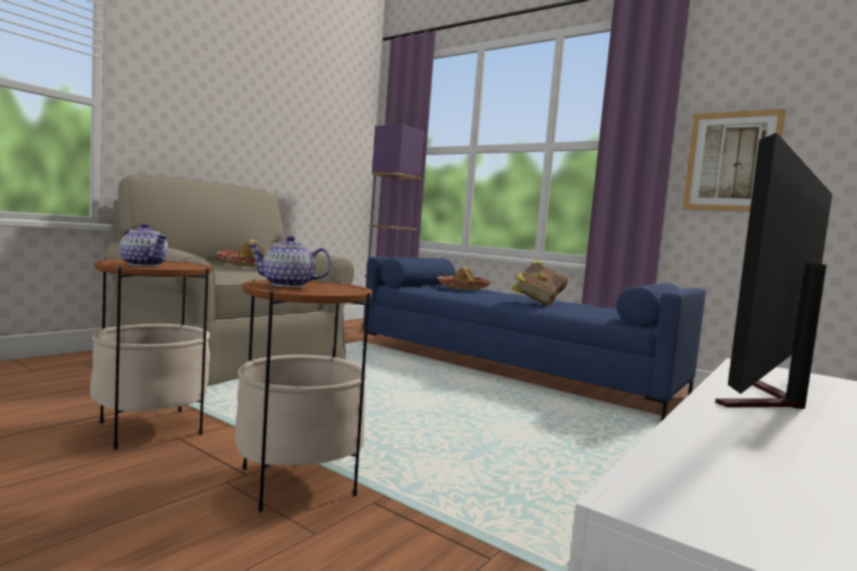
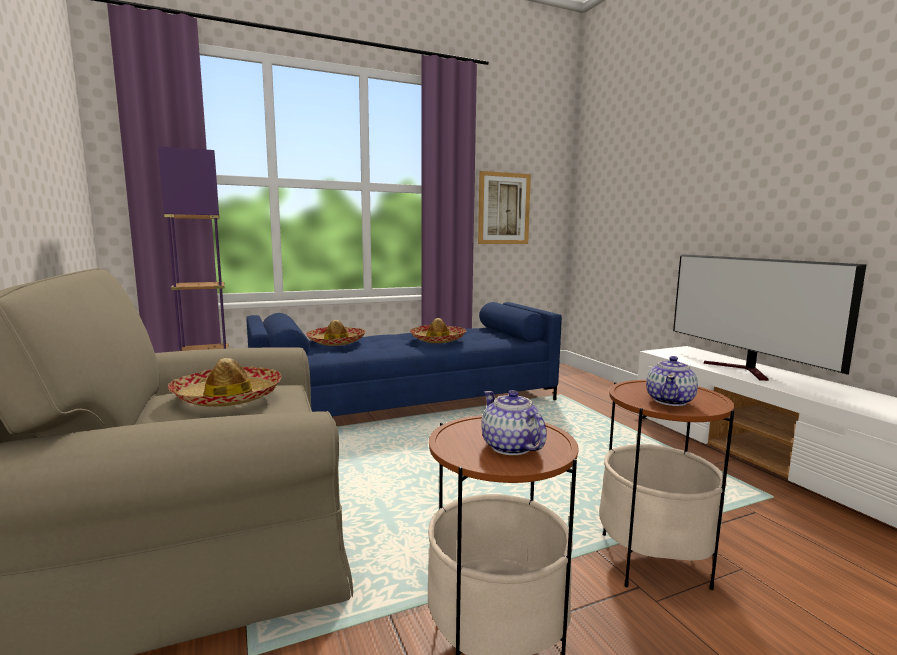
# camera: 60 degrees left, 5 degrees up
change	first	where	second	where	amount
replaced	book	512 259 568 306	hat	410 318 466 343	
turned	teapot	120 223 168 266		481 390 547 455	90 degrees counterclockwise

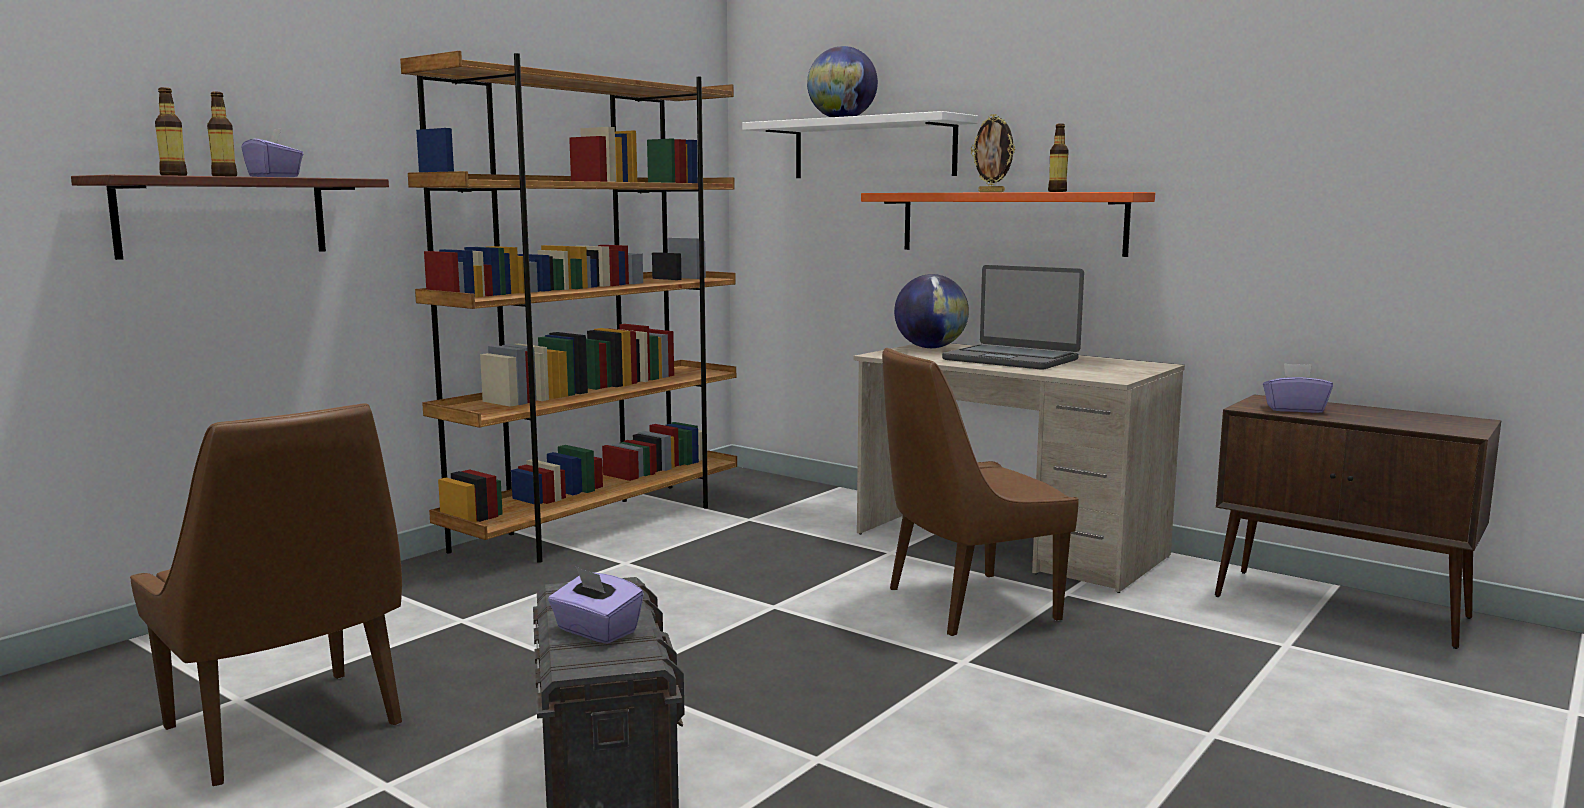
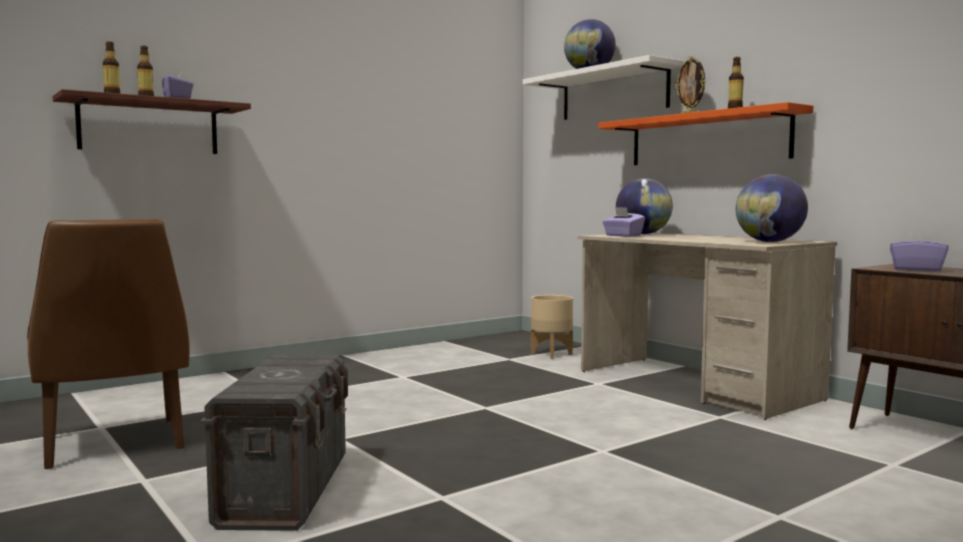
# camera: 15 degrees right, 5 degrees down
change	first	where	second	where	amount
removed	brown bookcase	400 51 737 563			
removed	brown chair	882 347 1079 636			
removed	laptop	942 265 1084 370			
added			beige planter	531 295 573 359	
added			globe	736 174 808 242	
moved	purple tissue box	548 567 644 644		602 207 645 237	

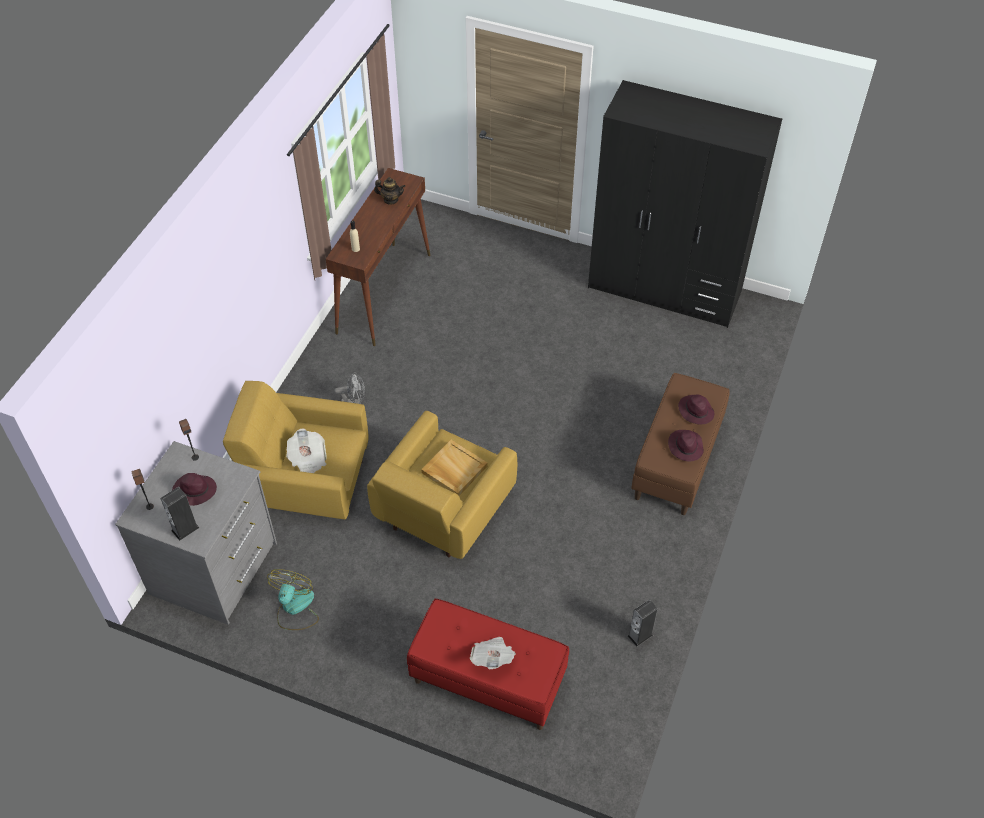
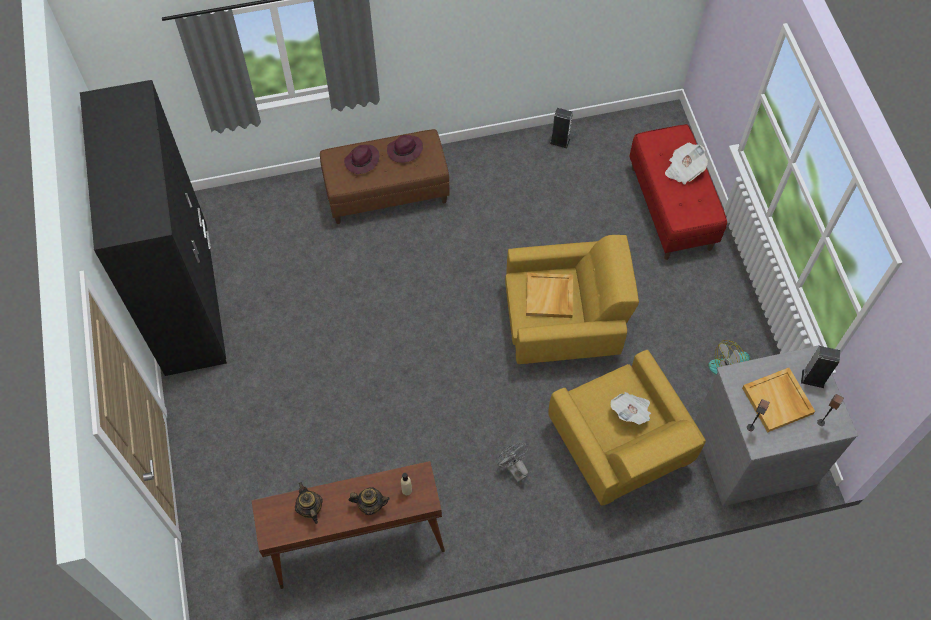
# camera: 125 degrees left, 10 degrees up
change	first	where	second	where	amount
added			teapot	349 487 390 515	
replaced	purple hat	172 473 217 506	beige tray	742 368 815 433	

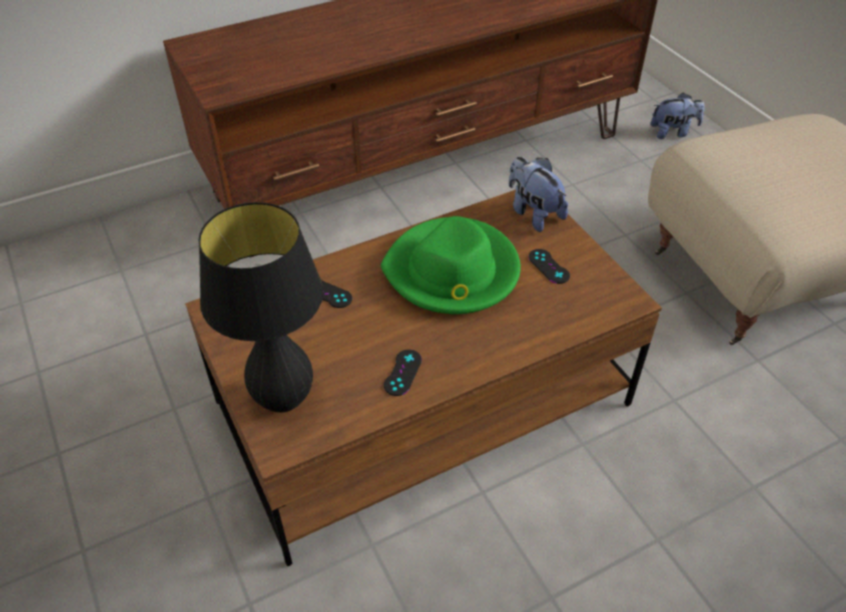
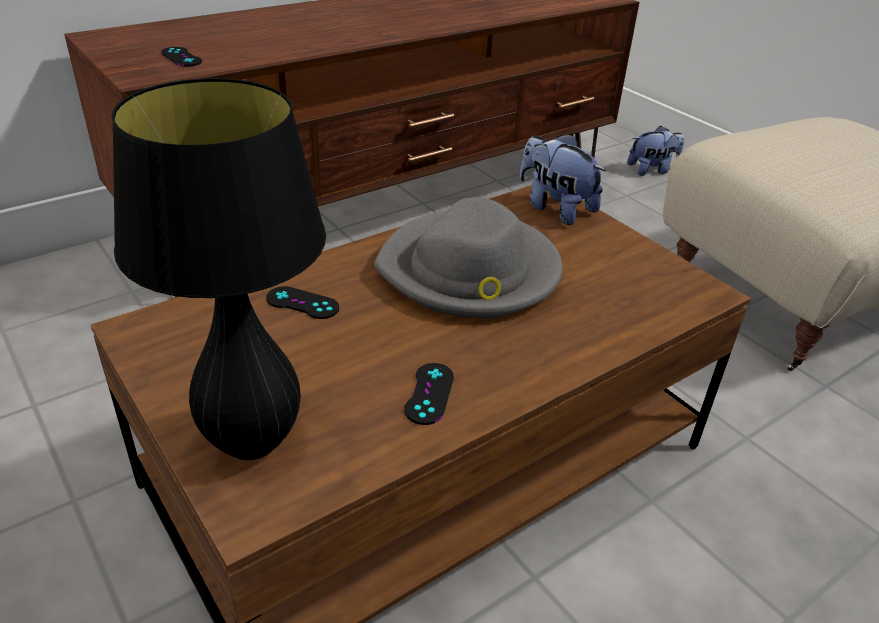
# camera: 10 degrees left, 10 degrees down
change	first	where	second	where	amount
moved	black game controller	528 249 570 284		161 47 202 67	
recoloured	green hat	381 216 521 314	grey hat	374 197 563 318	

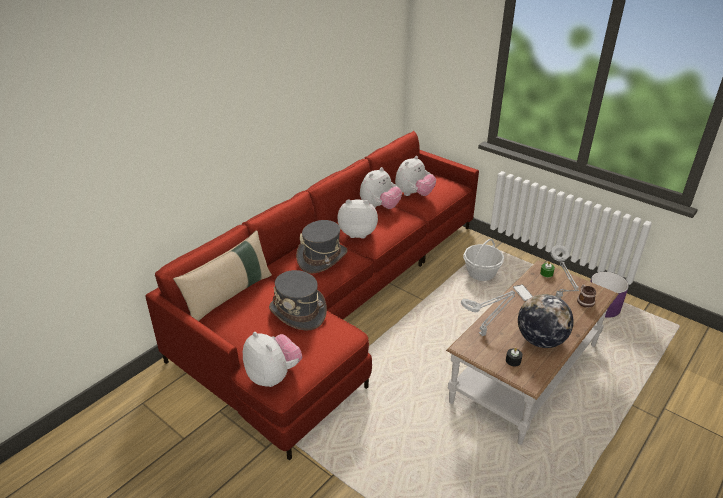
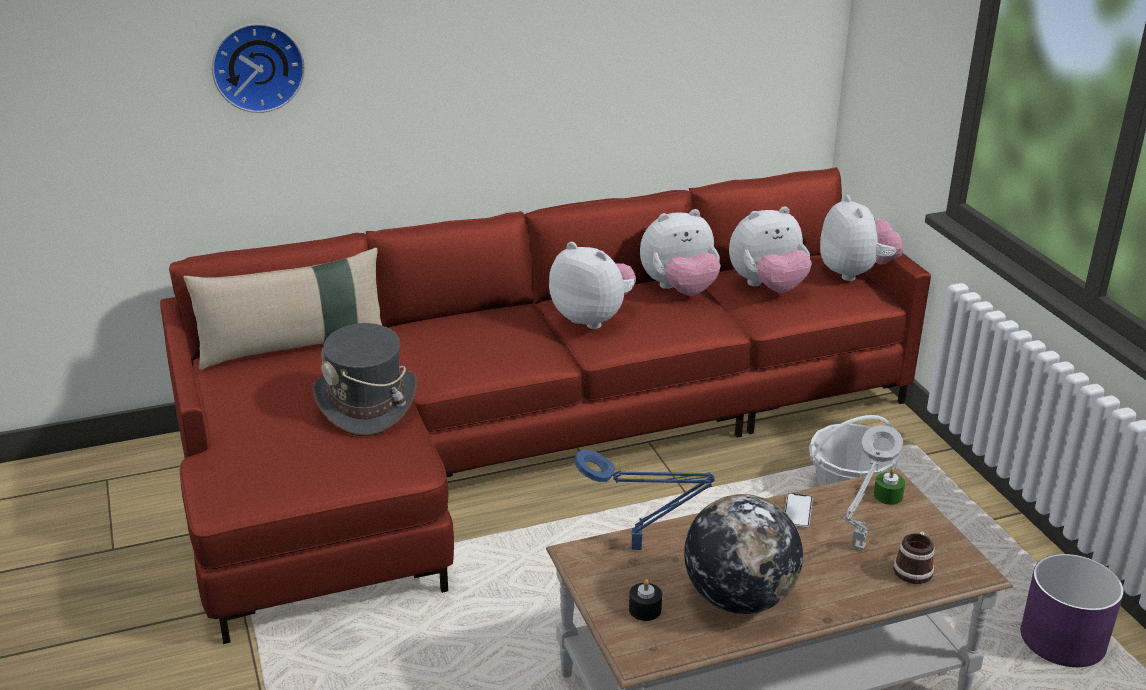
# camera: 30 degrees right, 5 degrees down
change	first	where	second	where	amount
removed	grey hat	296 220 348 273			
added			wall clock	212 23 305 113	
moved	plush toy	243 332 302 387		820 195 903 281	
recoloured	grey table lamp	461 291 515 336	blue table lamp	574 450 715 550	

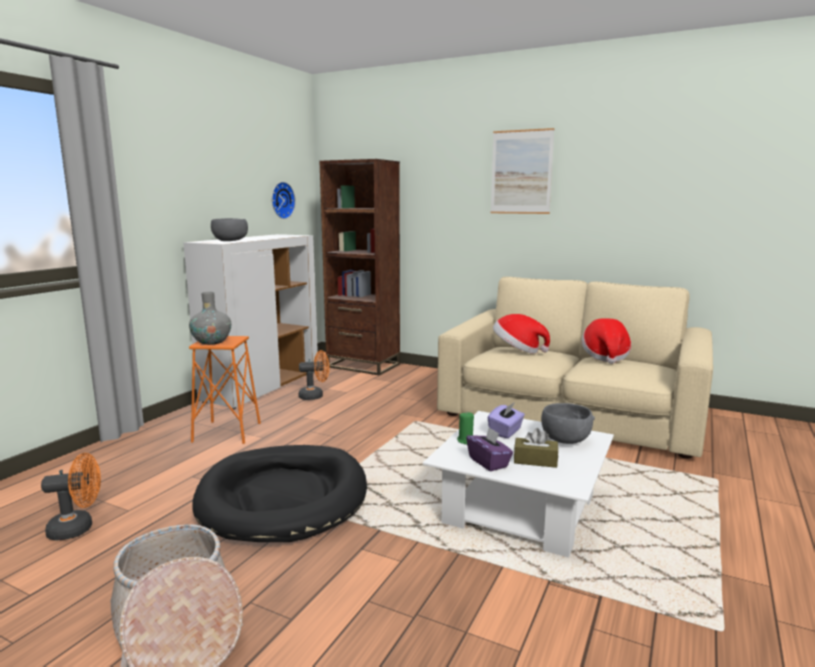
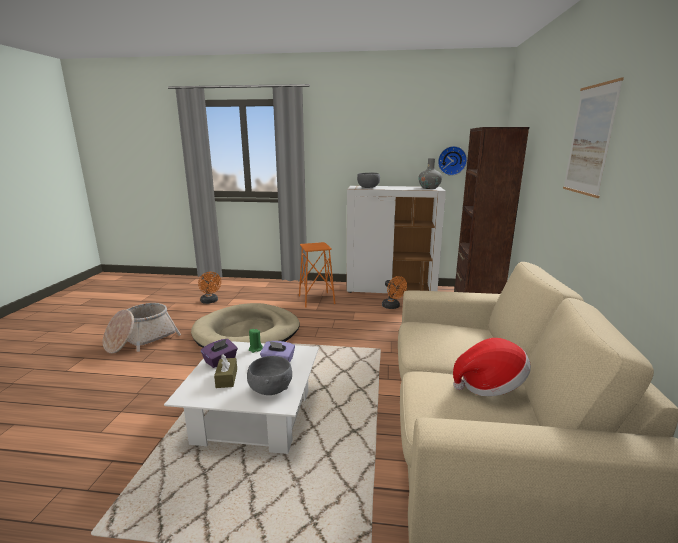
# camera: 70 degrees right, 5 degrees up
change	first	where	second	where	amount
removed	hat	493 314 550 353			
moved	grey vase	189 292 231 345		418 158 442 189	
recoloured	black dog bed	192 445 367 542	beige dog bed	191 303 300 348	

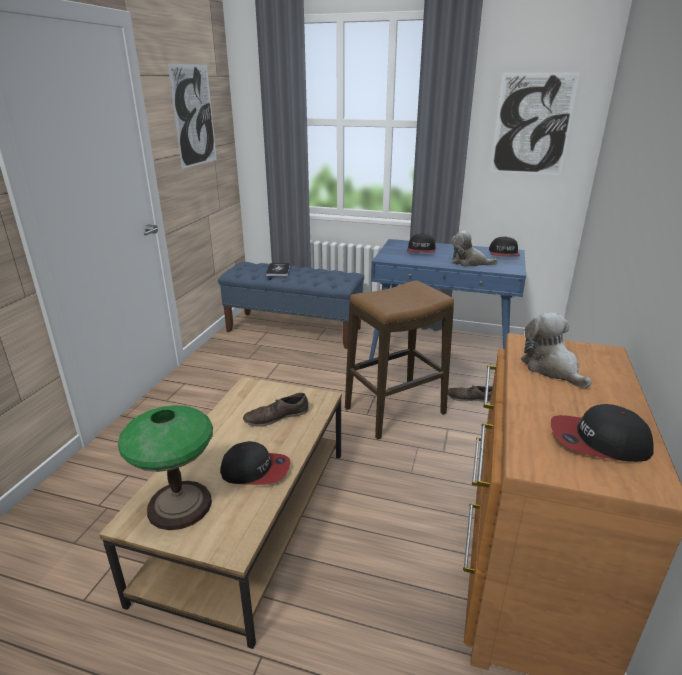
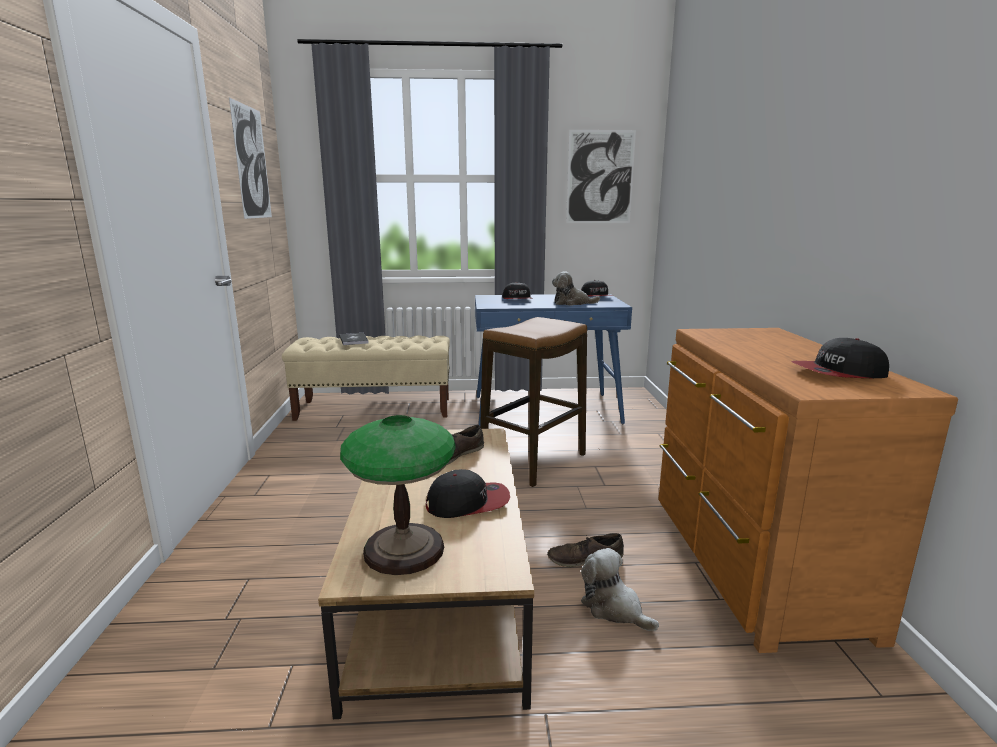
# camera: 20 degrees left, 10 degrees down
change	first	where	second	where	amount
moved	brown shoe	448 384 493 403		547 533 624 567	
moved	plush toy	521 313 592 389		581 548 659 631	
recoloured	blue bench	218 262 364 349	beige bench	282 336 450 421	

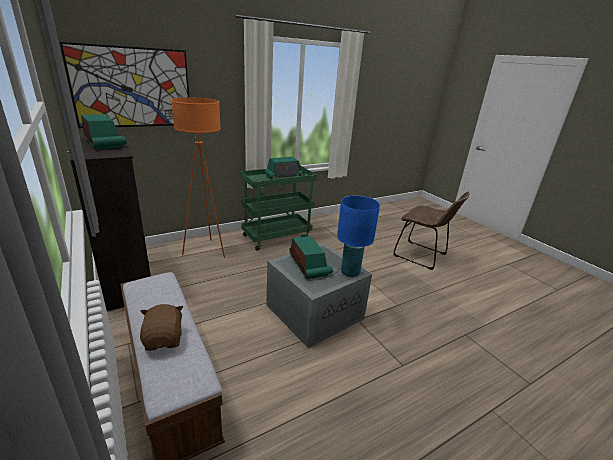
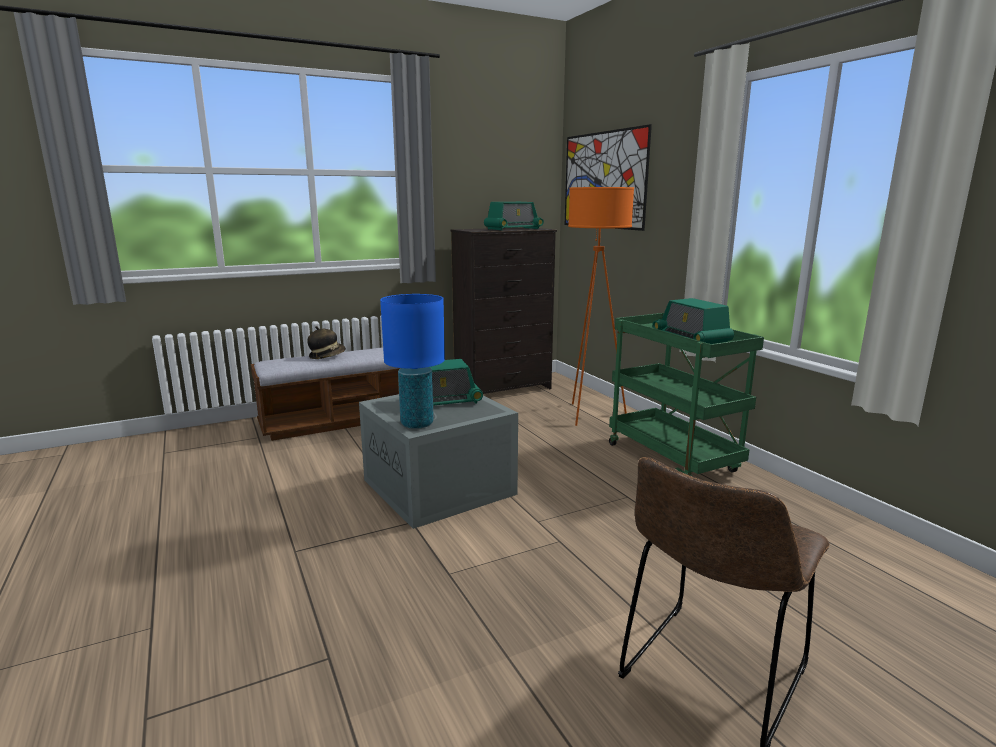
# camera: 95 degrees right, 10 degrees down
change	first	where	second	where	amount
replaced	brown plush toy	140 304 183 351	hat	307 326 346 359	

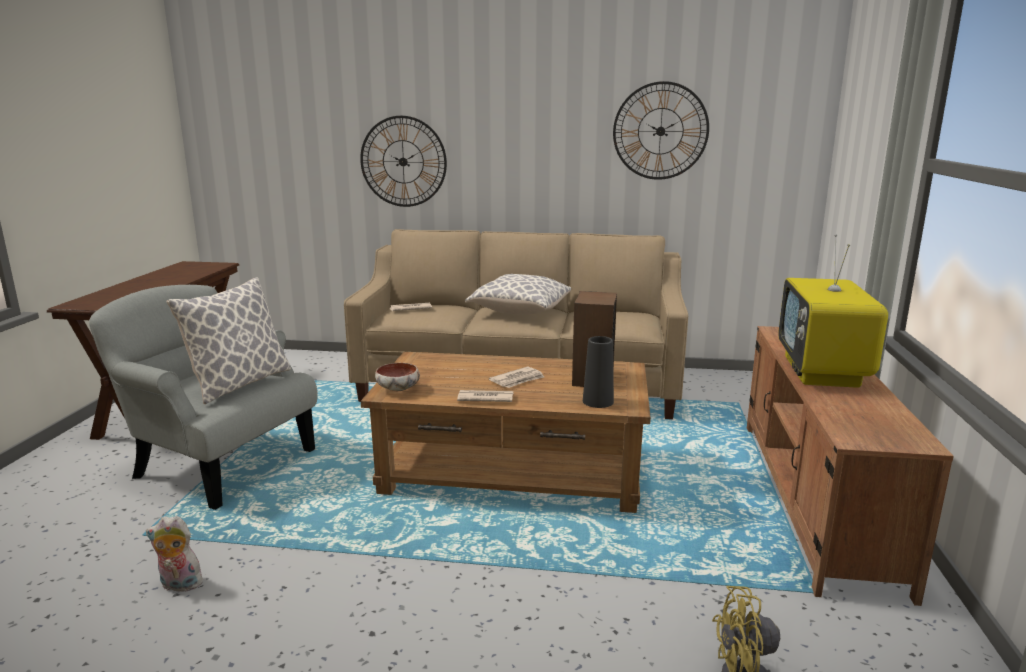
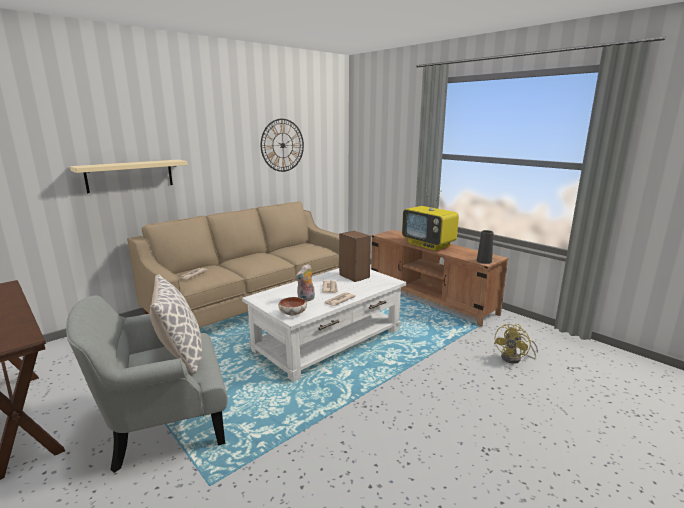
# camera: 50 degrees left, 0 degrees up
change	first	where	second	where	amount
removed	pillow	465 274 571 315			
moved	plush toy	146 516 208 592		296 264 315 302	
moved	black vase	583 336 614 408		477 230 494 264	
replaced	wall clock	360 116 447 207	beige shelf	70 160 187 193	
recoloured	brown coffee table	361 352 651 513	white coffee table	242 268 406 382	

